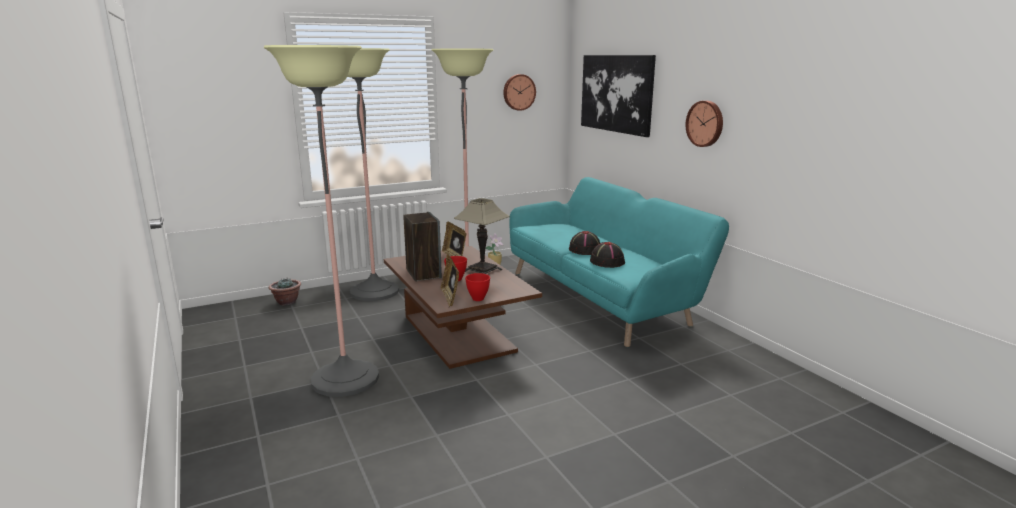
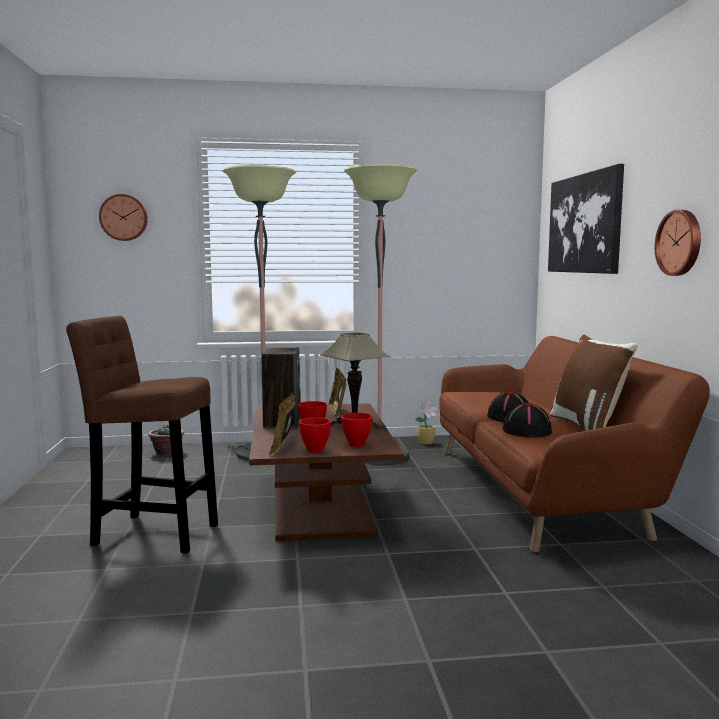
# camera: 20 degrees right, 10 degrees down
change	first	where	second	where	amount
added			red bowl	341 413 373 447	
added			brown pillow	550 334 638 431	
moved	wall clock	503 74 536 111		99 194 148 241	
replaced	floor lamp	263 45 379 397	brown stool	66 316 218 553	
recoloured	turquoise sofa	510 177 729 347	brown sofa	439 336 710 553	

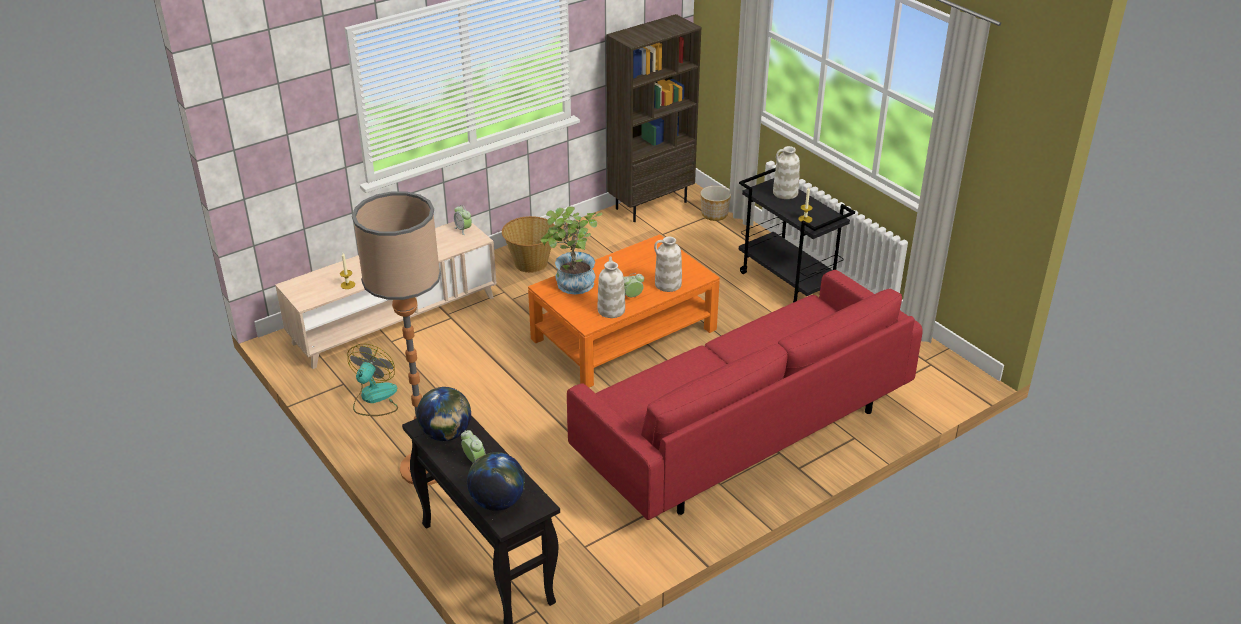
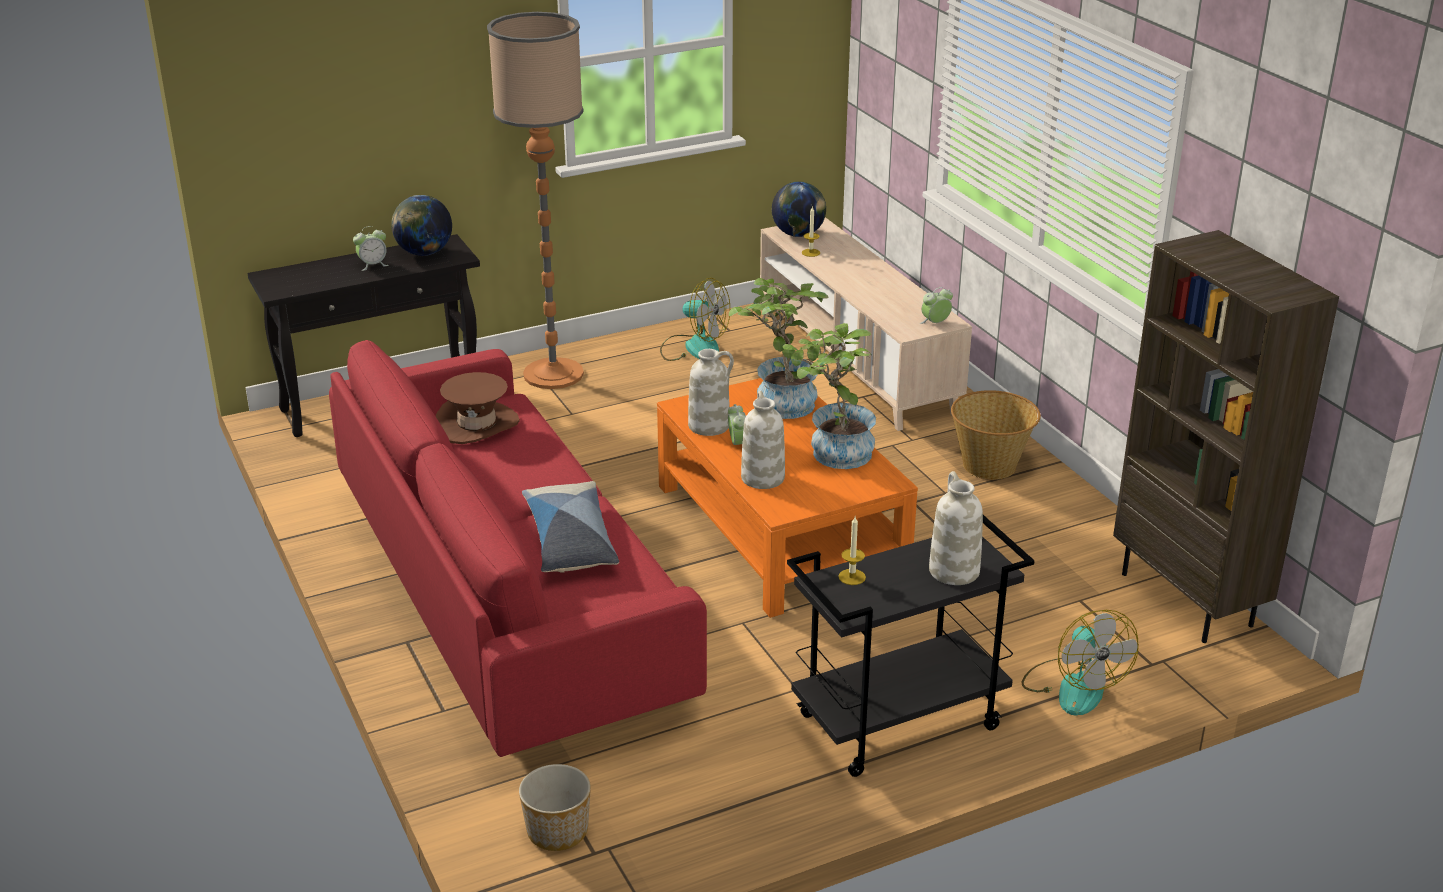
# camera: 100 degrees right, 5 degrees down
change	first	where	second	where	amount
added			brown hat	436 372 520 444	
added			pillow	522 481 619 572	
added			potted plant	782 323 876 469	
added			fan	1022 610 1139 716	
moved	globe	467 452 525 511		772 181 826 237	
moved	planter	700 186 731 221		519 764 591 851	

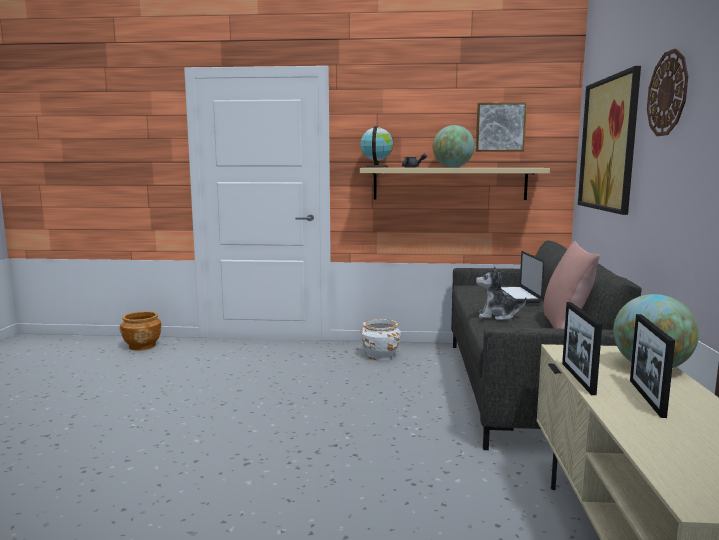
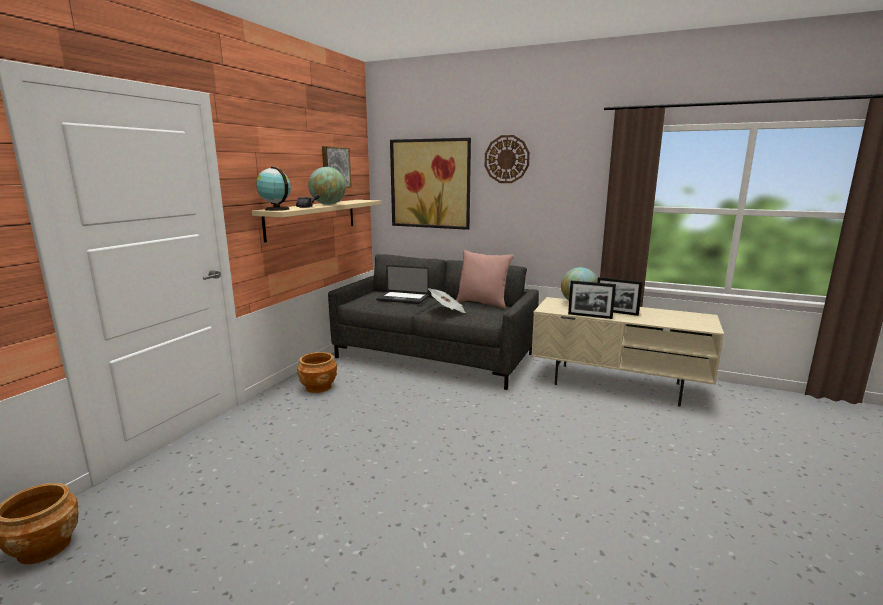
# camera: 70 degrees left, 5 degrees up
change	first	where	second	where	amount
replaced	plush toy	476 266 526 320	newspaper	428 288 466 313	
recoloured	white planter	360 319 401 360	brown planter	297 352 337 393	

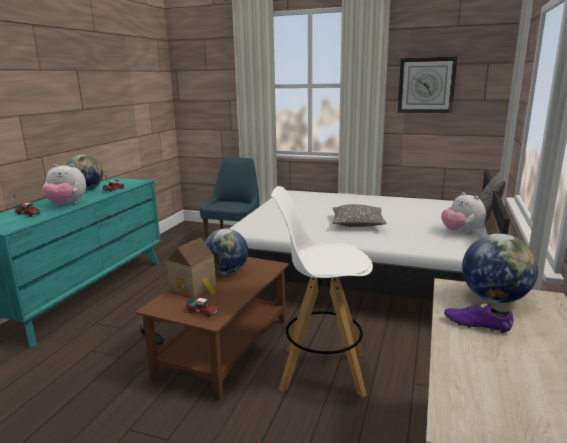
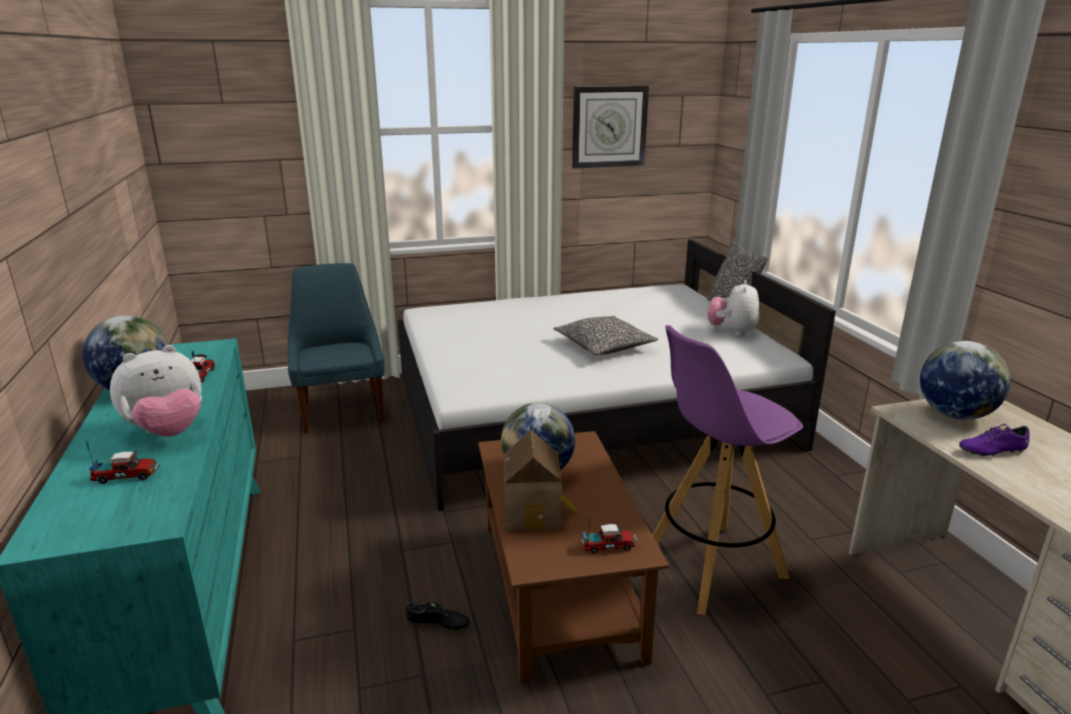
# camera: 35 degrees left, 5 degrees up
change	first	where	second	where	amount
recoloured	white stool	271 186 373 397	purple stool	653 325 803 615	
turned	plush toy	441 192 486 234		707 280 759 336	75 degrees clockwise

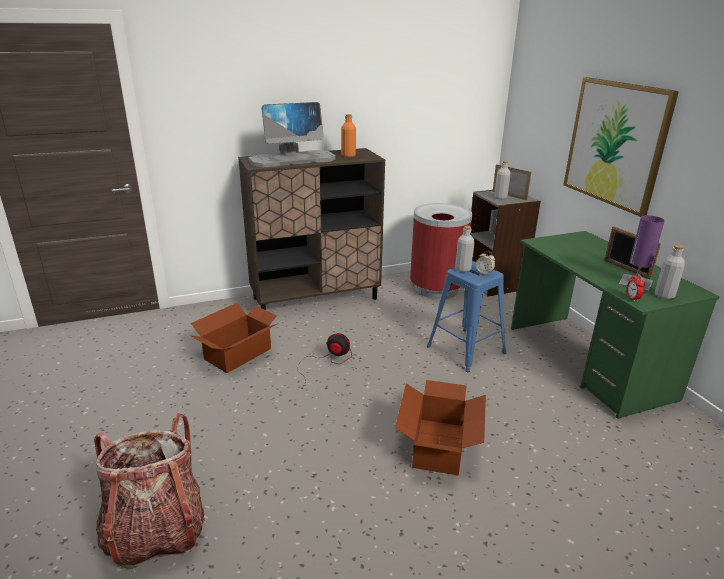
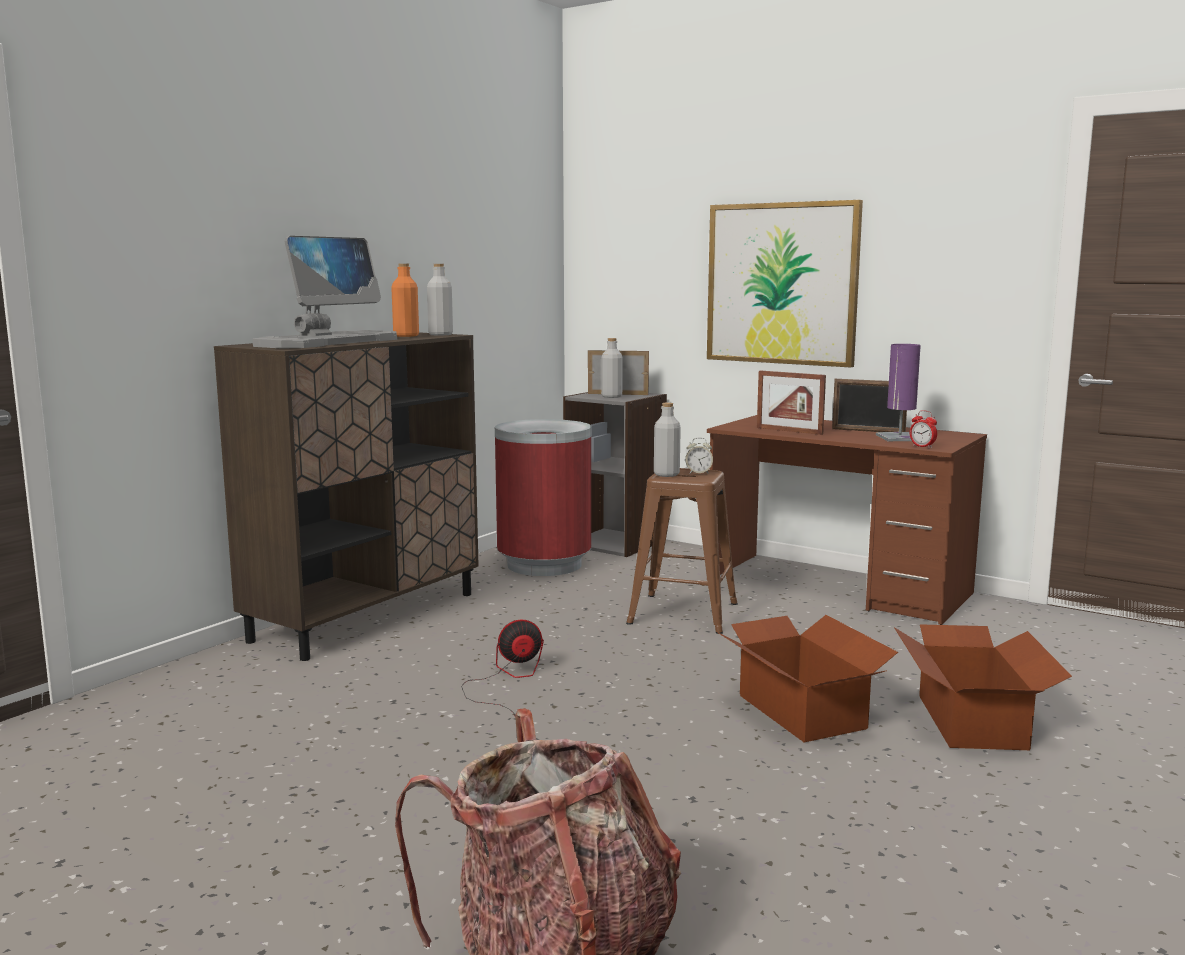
# camera: 35 degrees left, 15 degrees down
change	first	where	second	where	amount
added			picture frame	757 370 826 435	
moved	cardboard box	191 303 279 373		894 624 1072 750	
moved	grey bottle	655 245 685 299		427 264 453 335	
recoloured	blue stool	427 262 507 372	brown stool	626 468 738 634	
recoloured	green desk	511 231 720 419	brown desk	707 415 987 625	

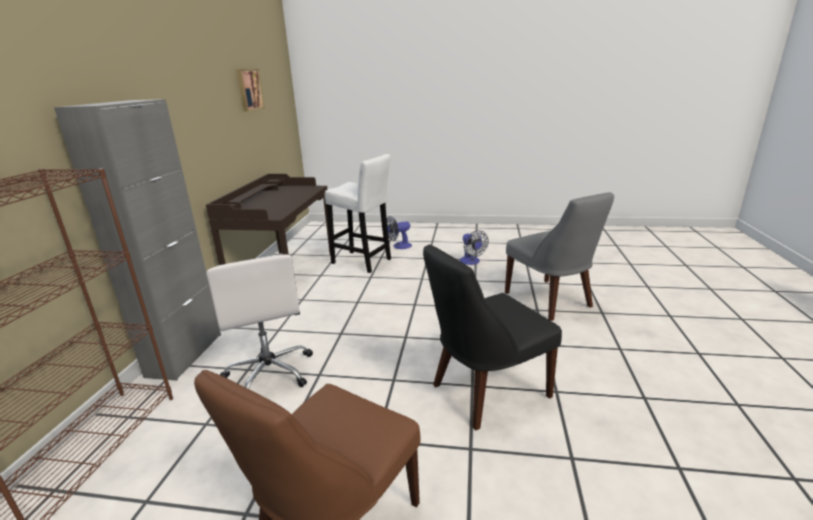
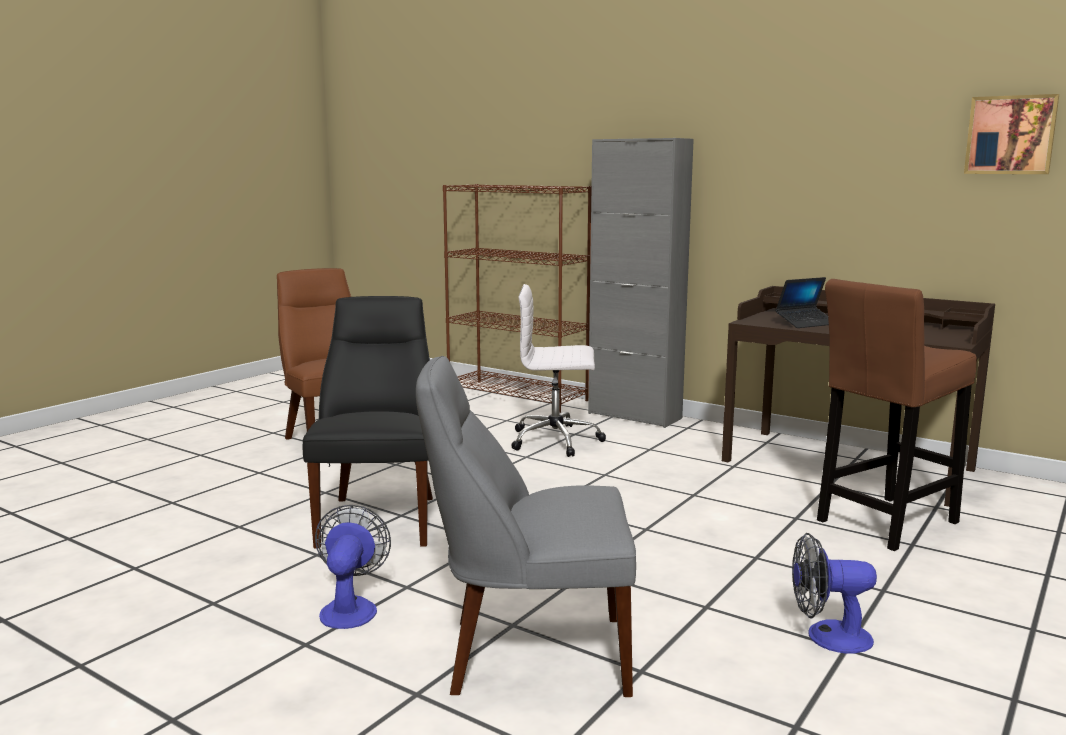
# camera: 115 degrees right, 10 degrees down
change	first	where	second	where	amount
added			laptop	775 277 829 328	
moved	fan	387 216 412 249		315 505 391 629	
recoloured	white stool	325 154 391 273	brown stool	817 279 977 551	

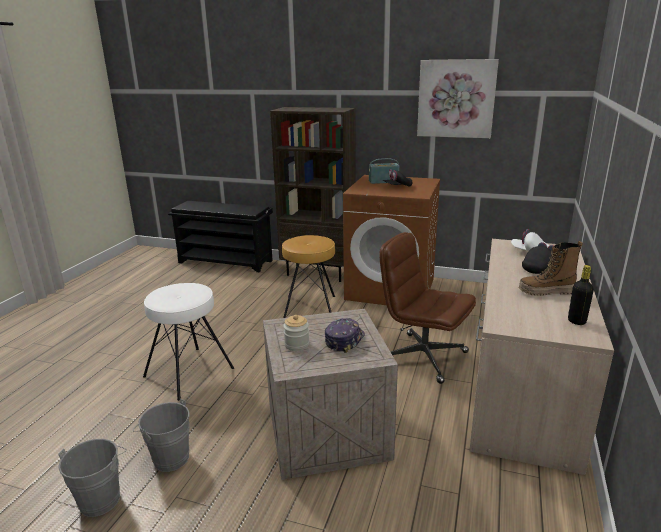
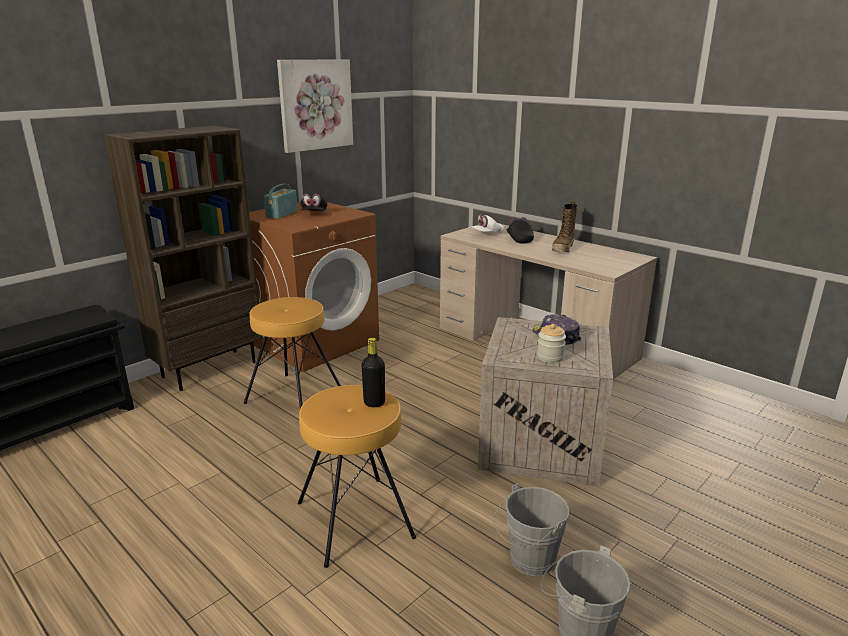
# camera: 65 degrees left, 0 degrees up
change	first	where	second	where	amount
removed	brown office chair	379 232 476 384			
moved	black bottle	568 265 594 325		361 338 385 407	
recoloured	white stool	143 283 234 401	brown stool	298 385 416 568	

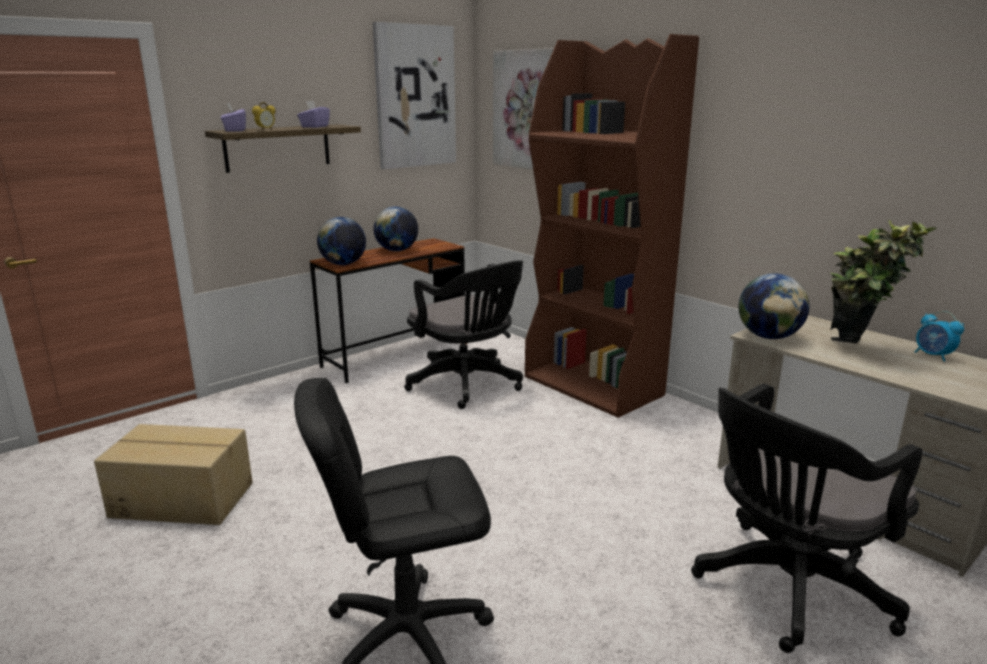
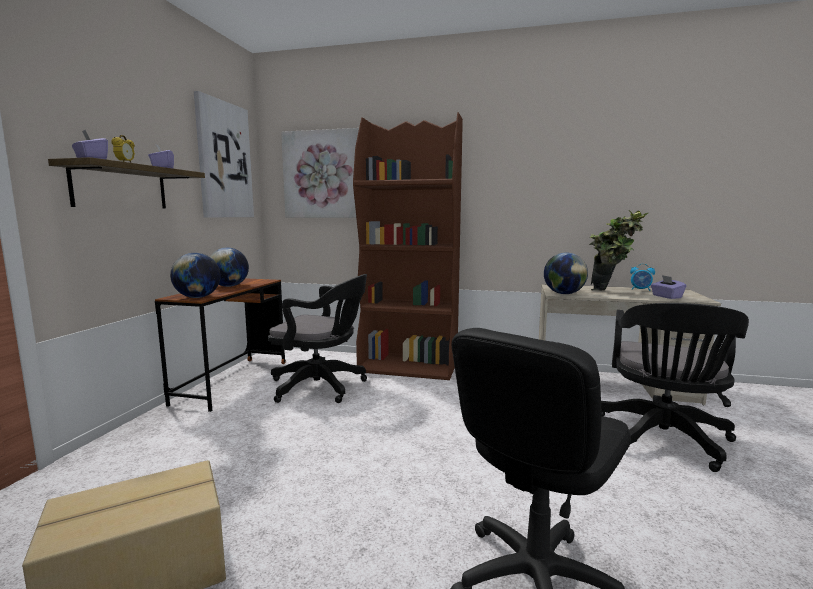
# camera: 35 degrees left, 10 degrees down
change	first	where	second	where	amount
added			purple tissue box	651 275 687 299	

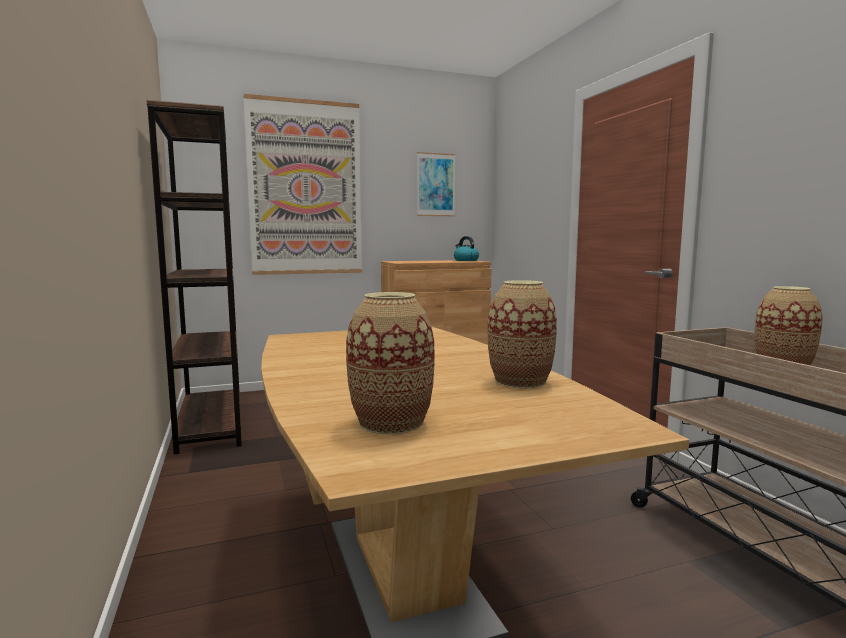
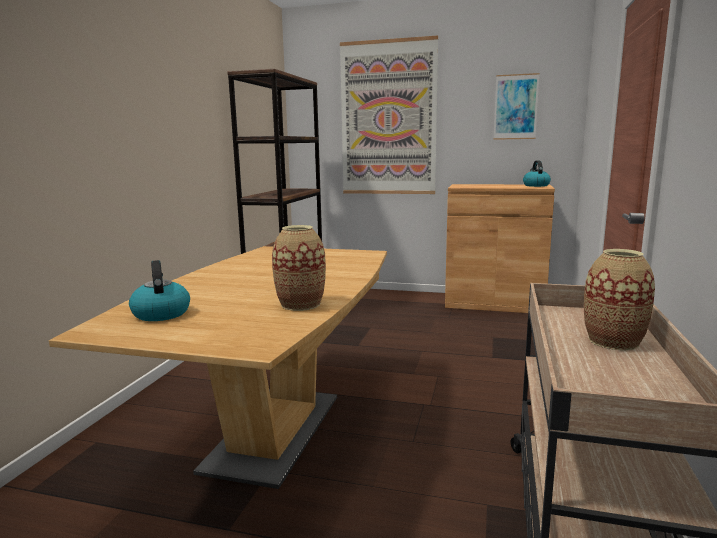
# camera: 35 degrees right, 5 degrees up
change	first	where	second	where	amount
replaced	vase	346 292 435 434	kettle	129 260 190 321	

